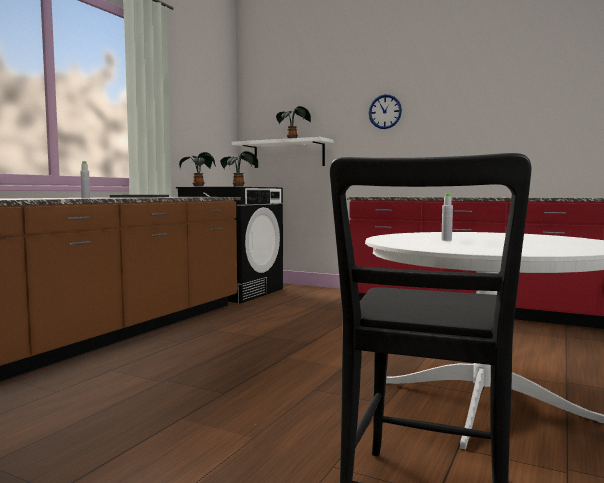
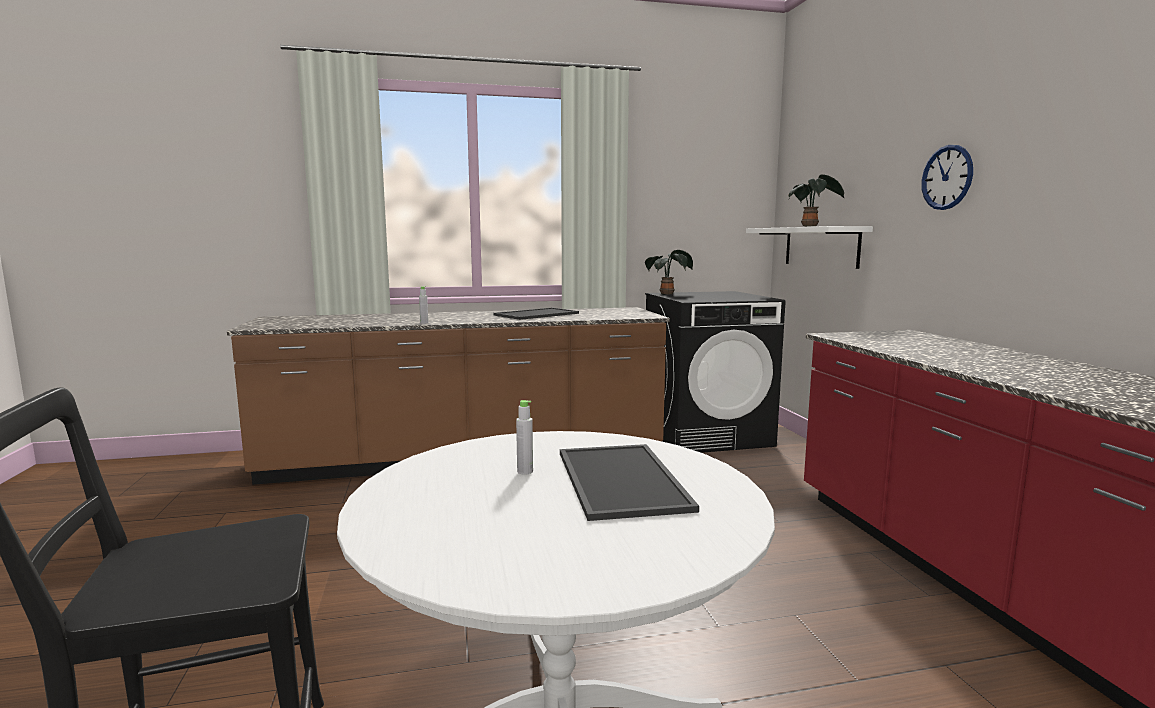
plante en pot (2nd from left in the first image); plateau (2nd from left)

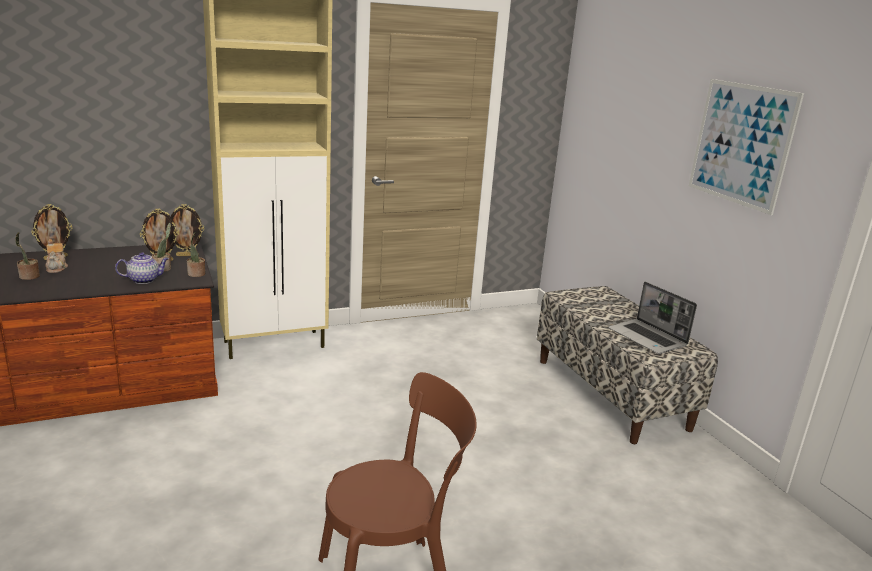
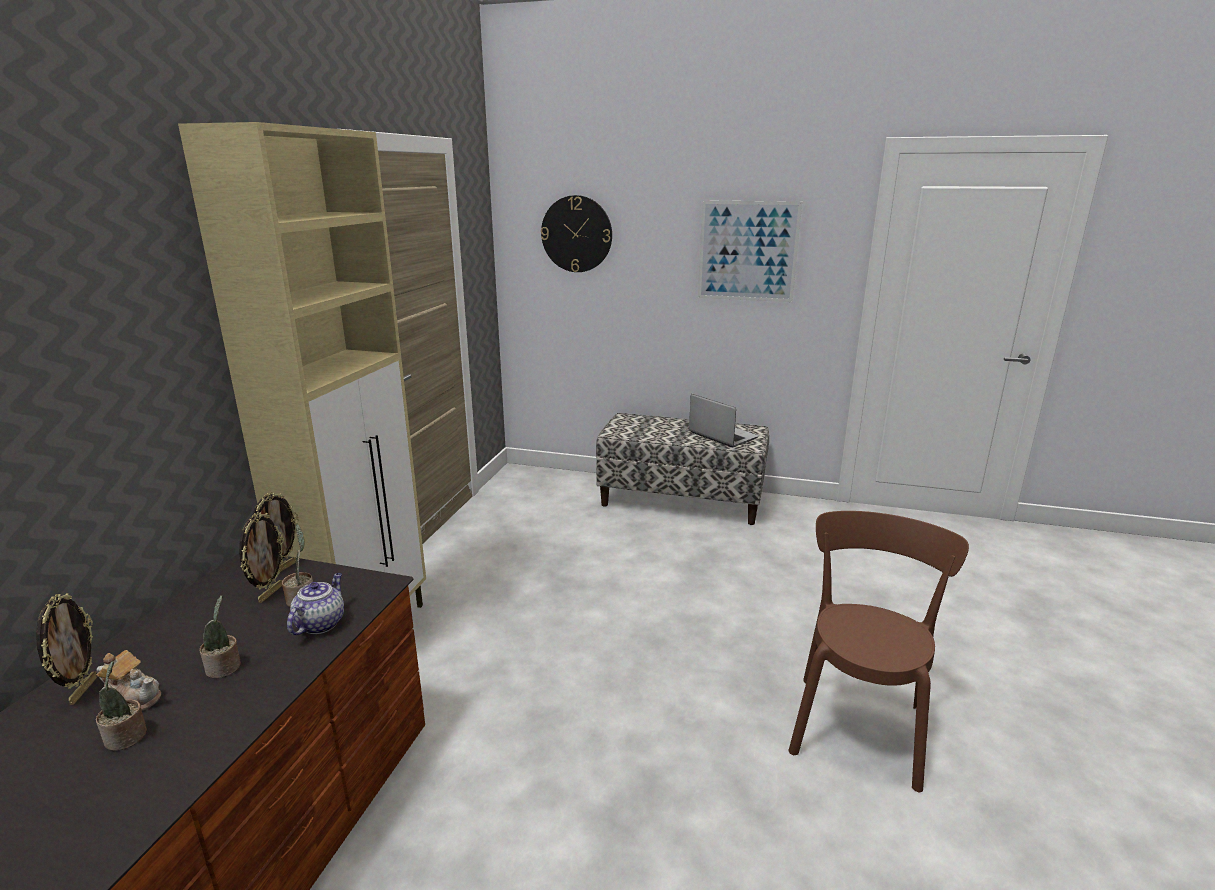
plante en pot (2nd from left); ordinateur portable; horloge murale

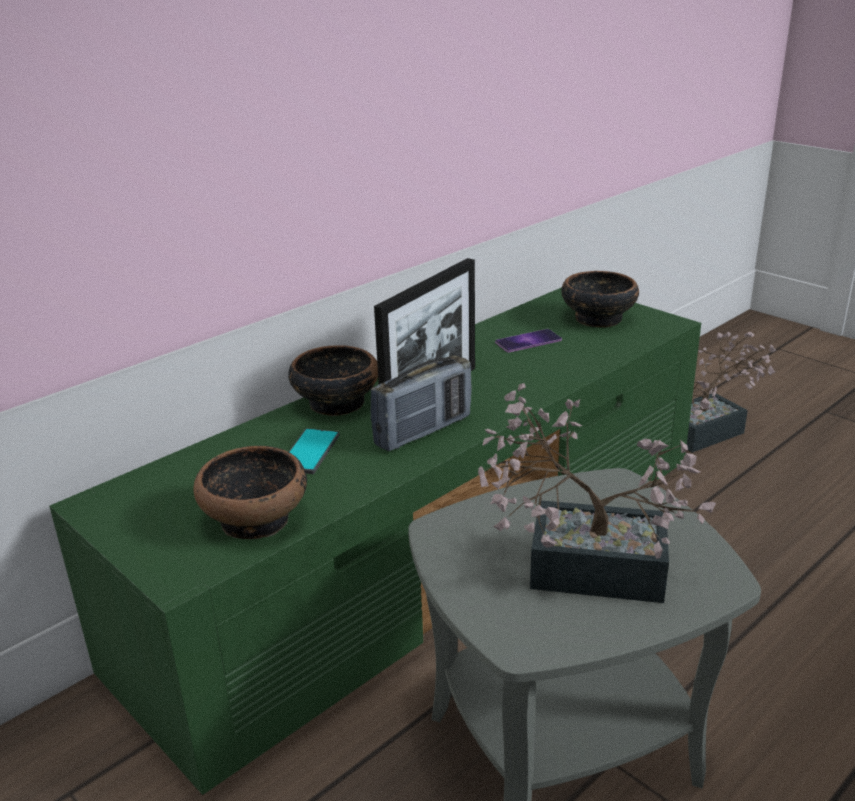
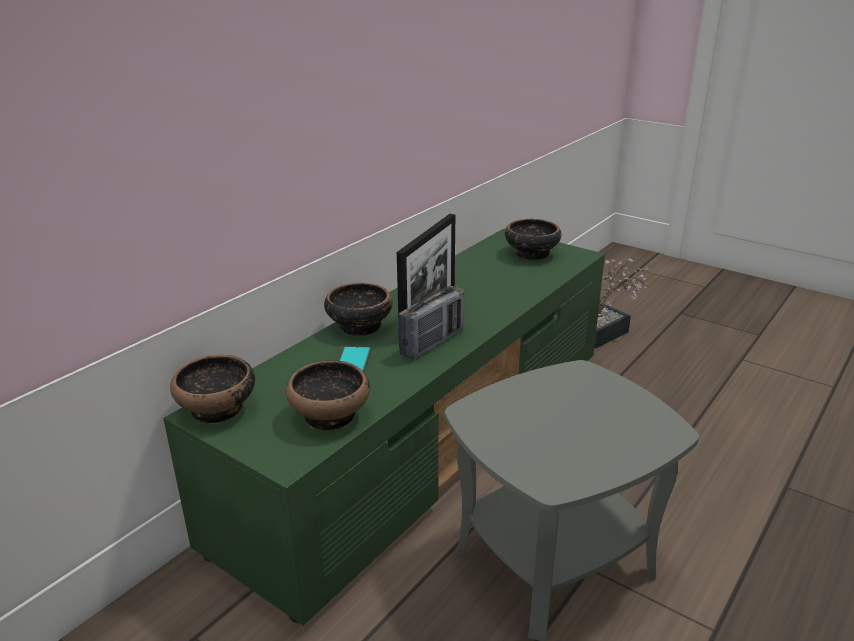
téléphone (2nd from left in the first image); plante en pot (1st from left in the first image); bol (1st from left)

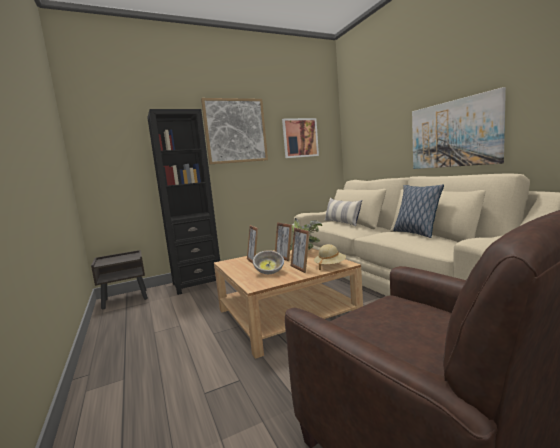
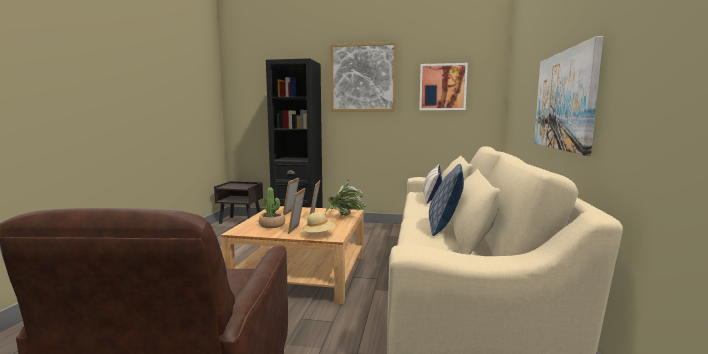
plante en pot (1st from left)

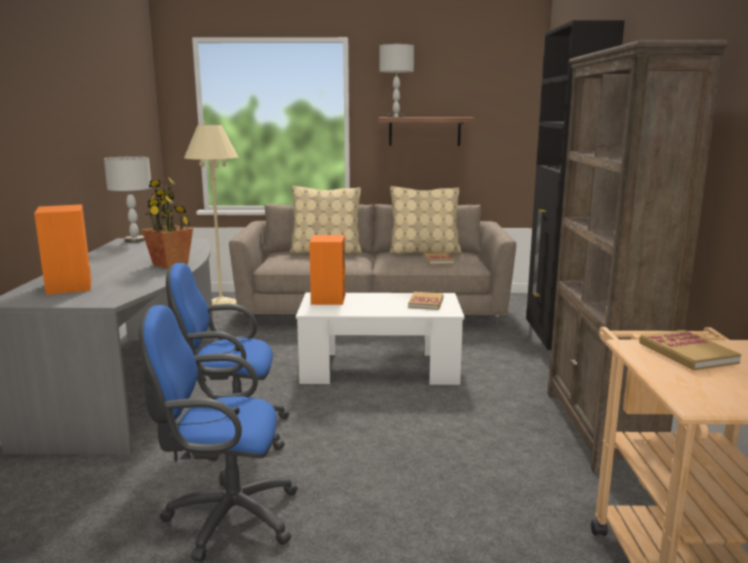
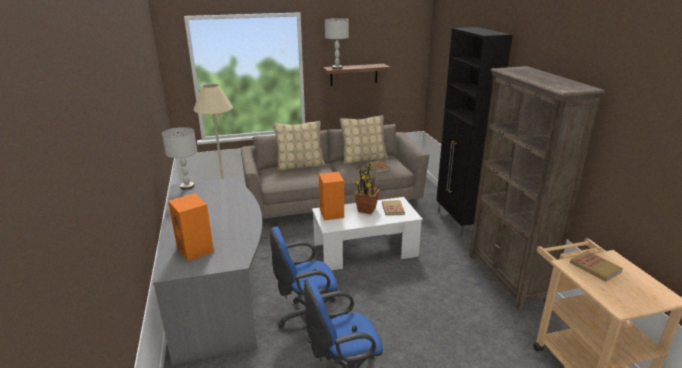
plante en pot

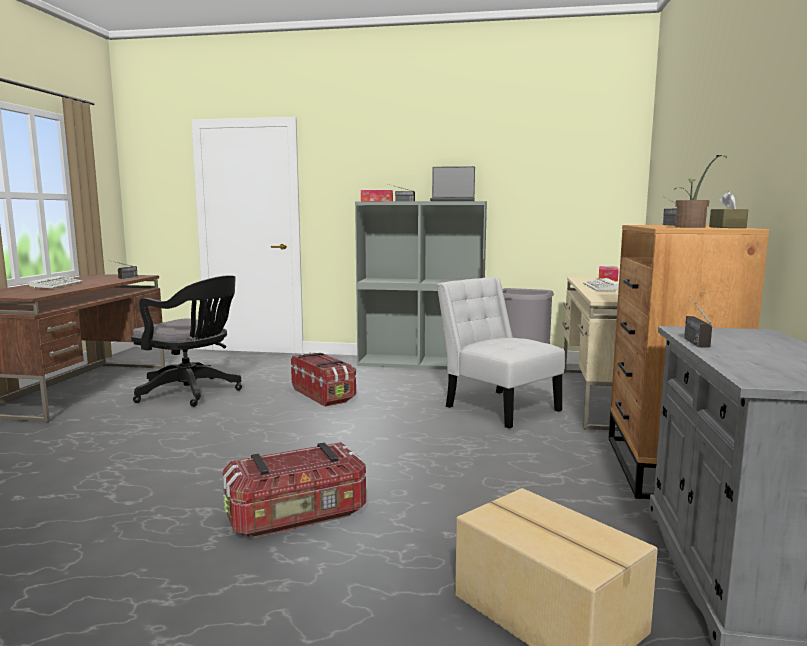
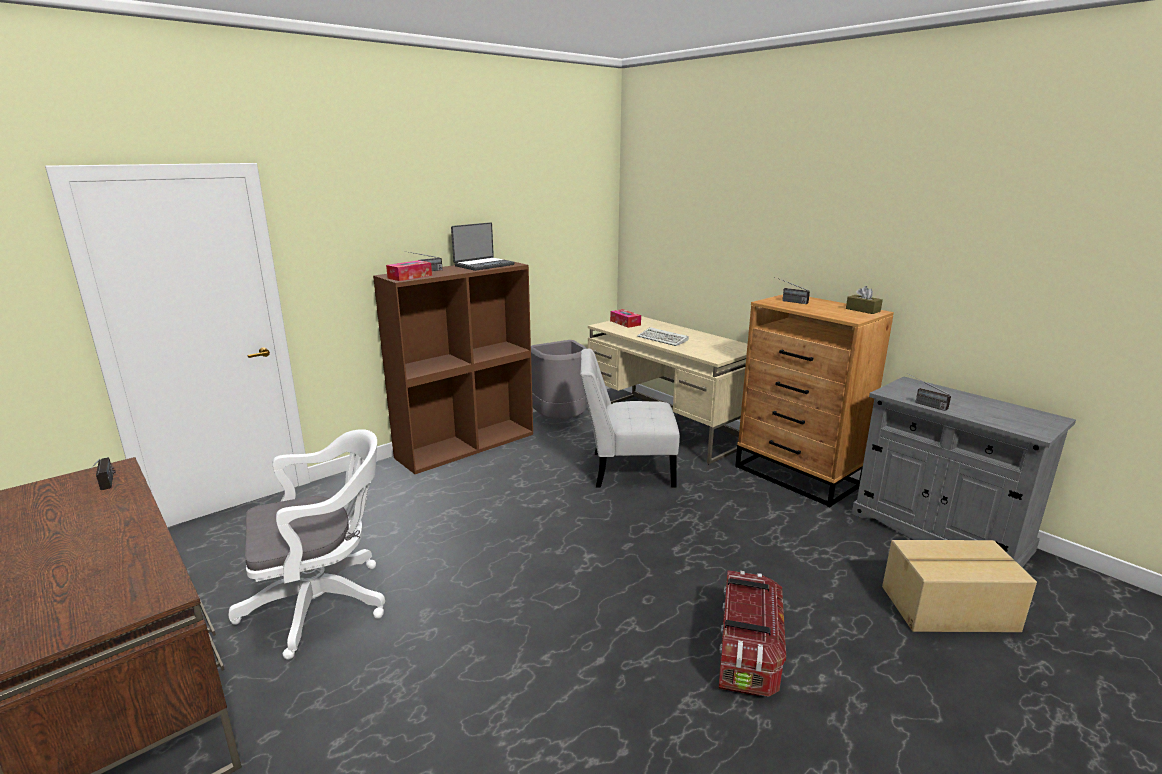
plante en pot; bibliothèque [marron]; chaise de bureau [blanc]; clavier (1st from left in the first image); boîte de rangement (2nd from left in the first image)

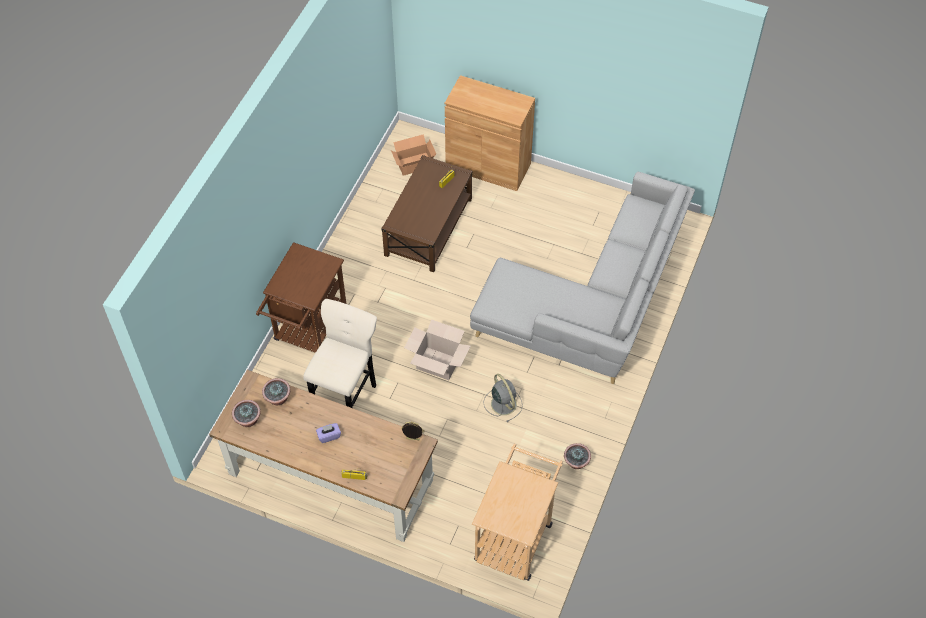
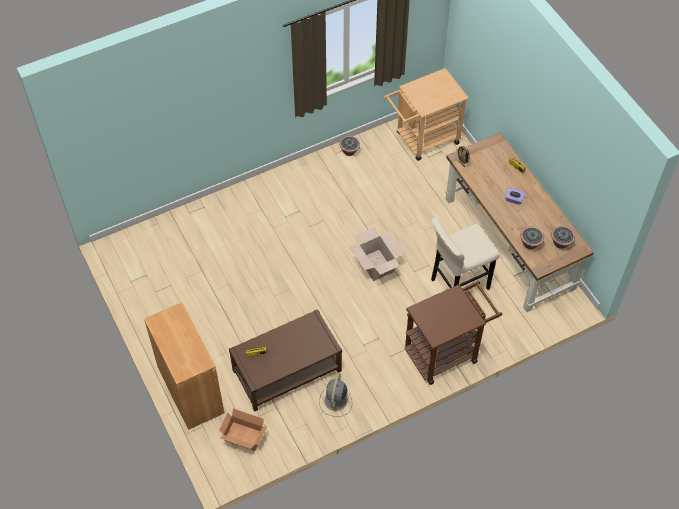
canapé [gris]; ventilateur [gris]

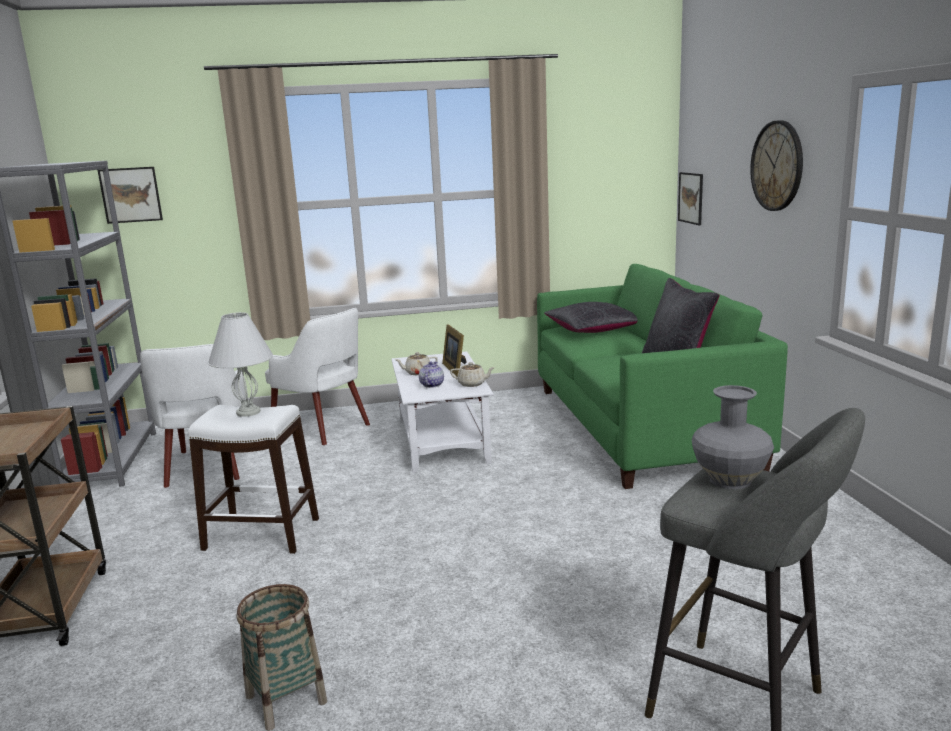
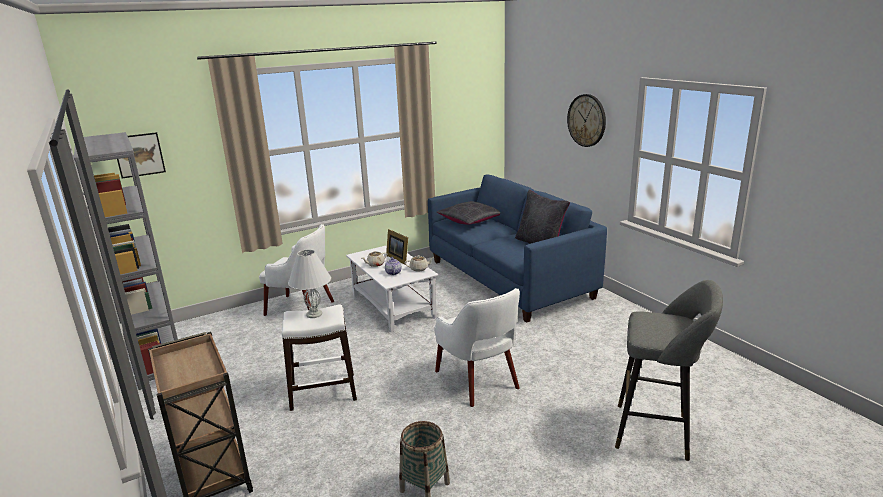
tableau (2nd from left in the first image); canapé [bleu]; fauteuil [blanc] (2nd from left); vase [gris]

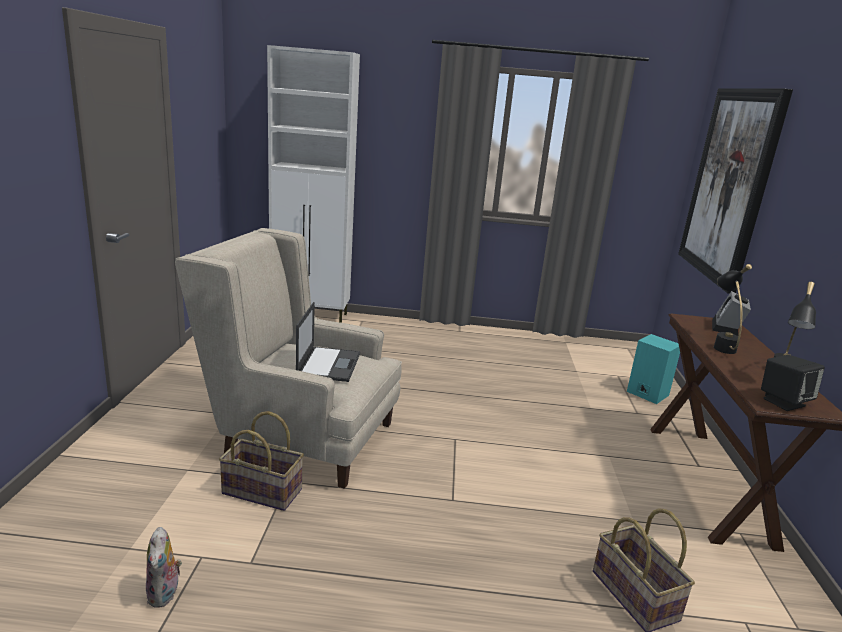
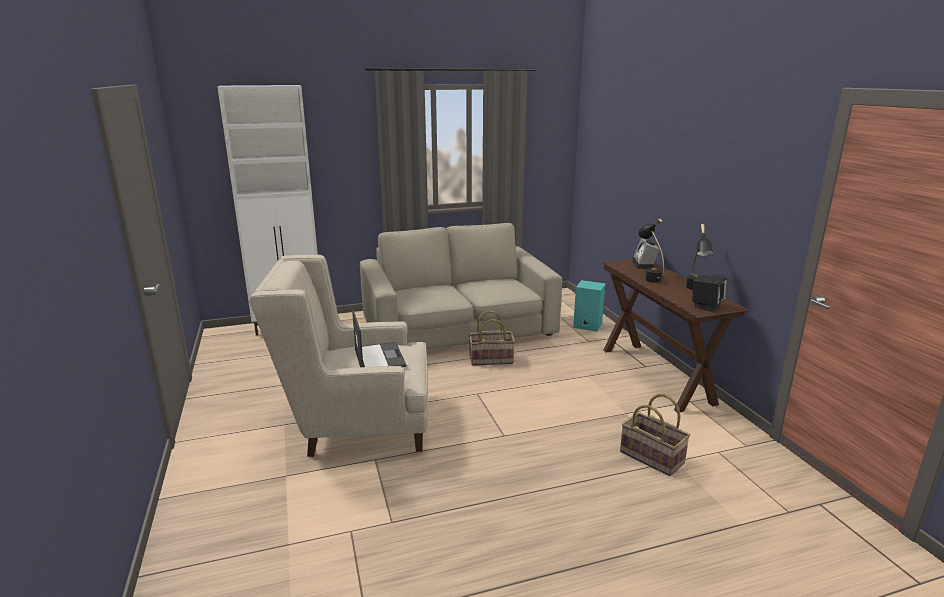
tableau; panier (1st from left); peluche; canapé [beige]

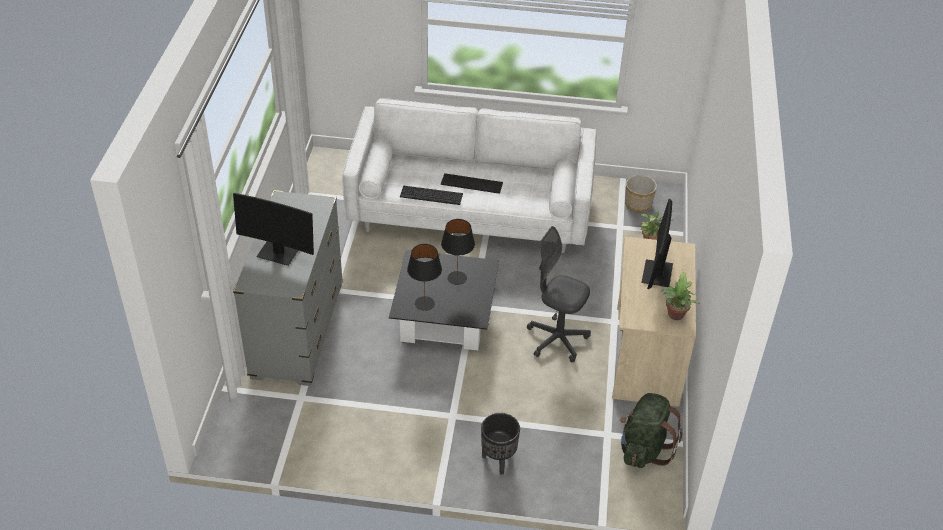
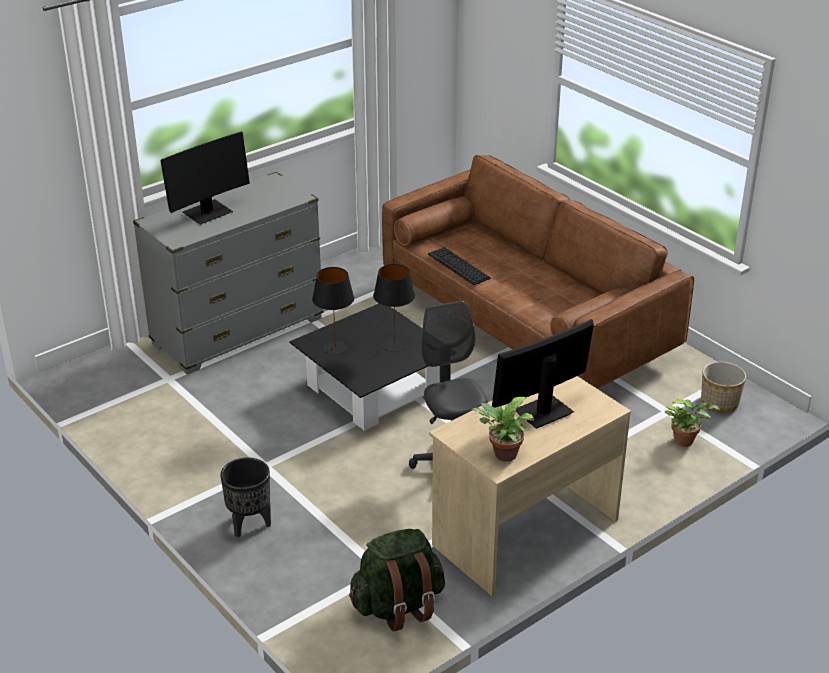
canapé [marron]; clavier (2nd from left in the first image); écran d'ordinateur (1st from left)

